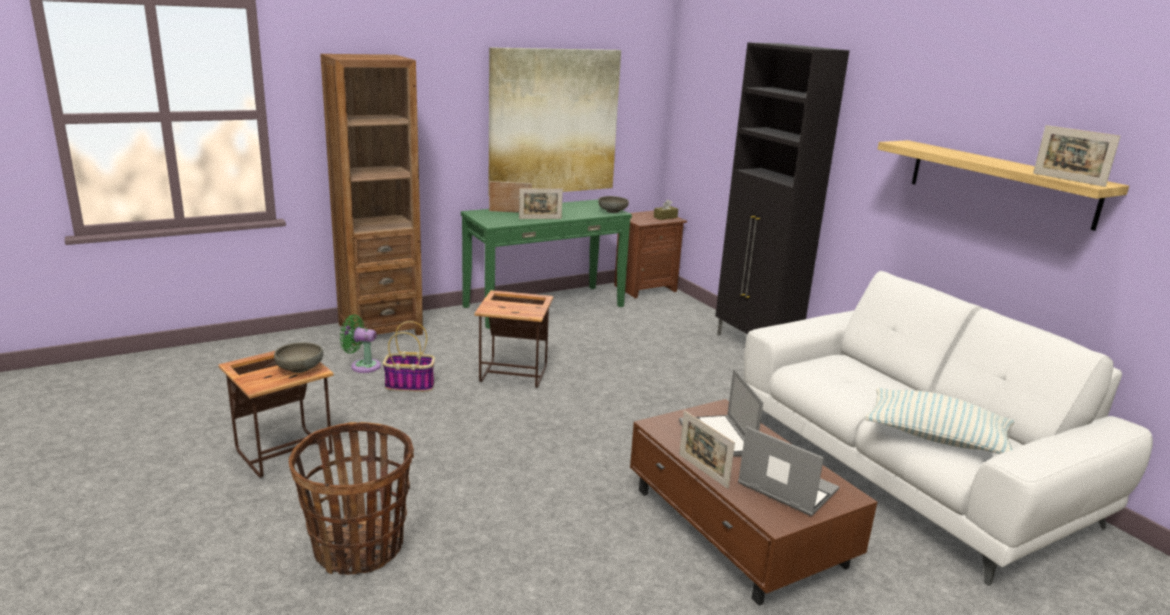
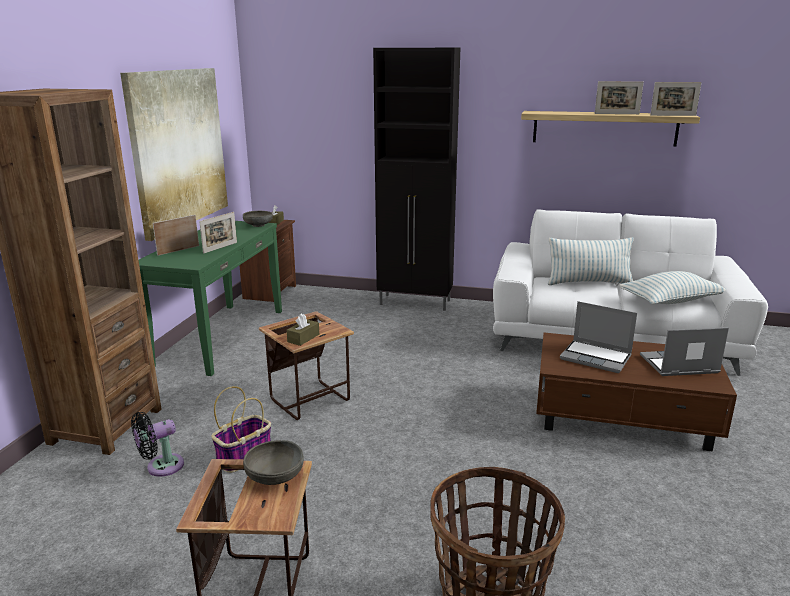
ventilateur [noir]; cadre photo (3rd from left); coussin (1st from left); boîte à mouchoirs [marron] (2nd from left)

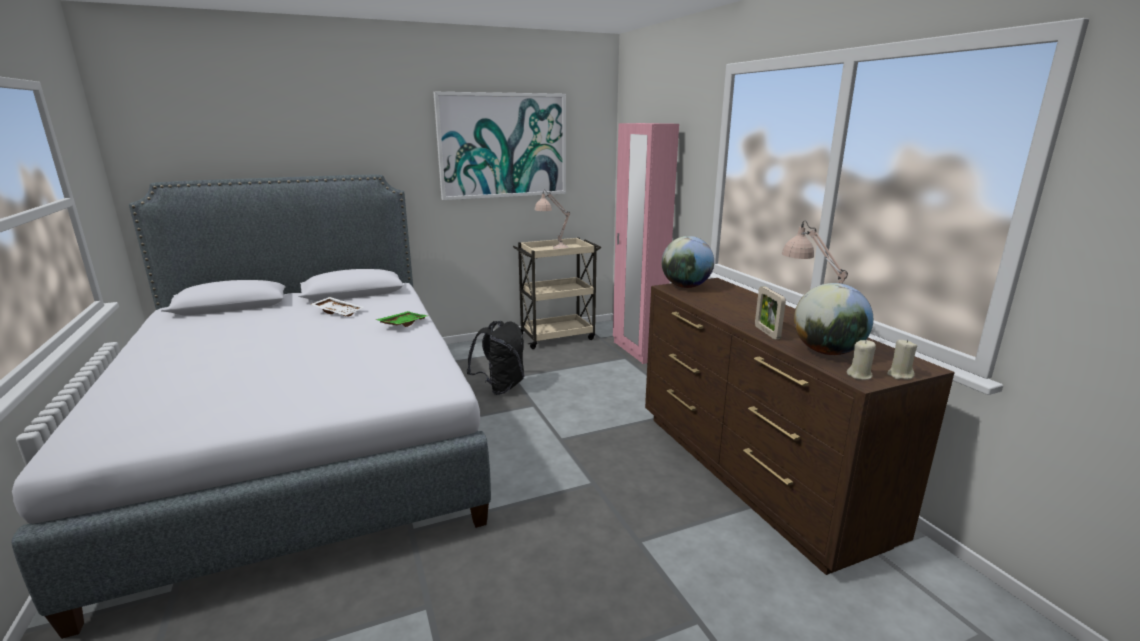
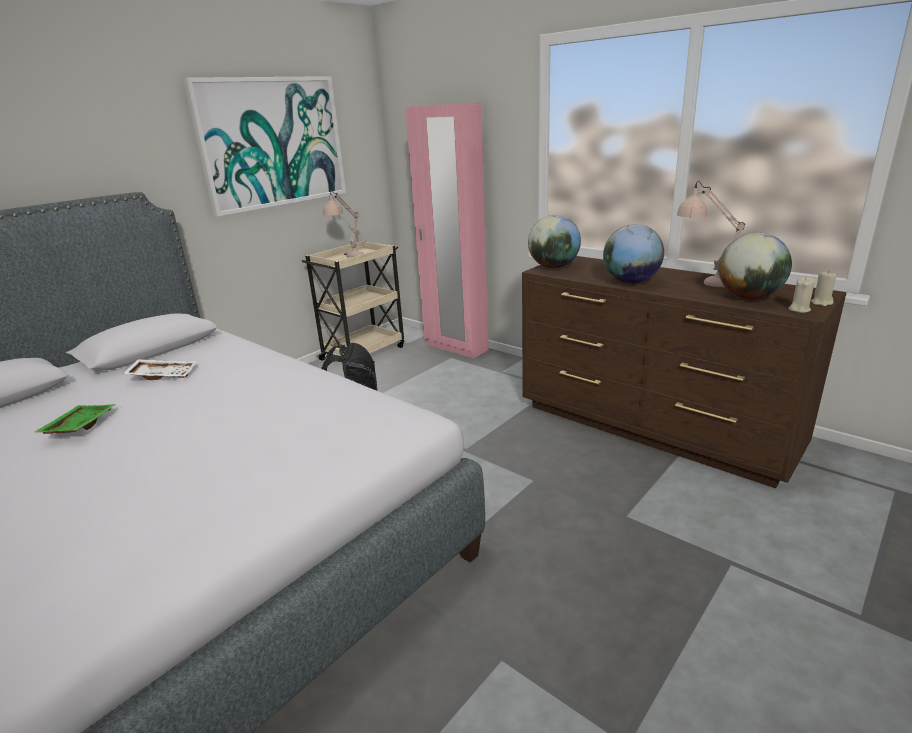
cadre photo; plateau [vert]; globe (2nd from left)

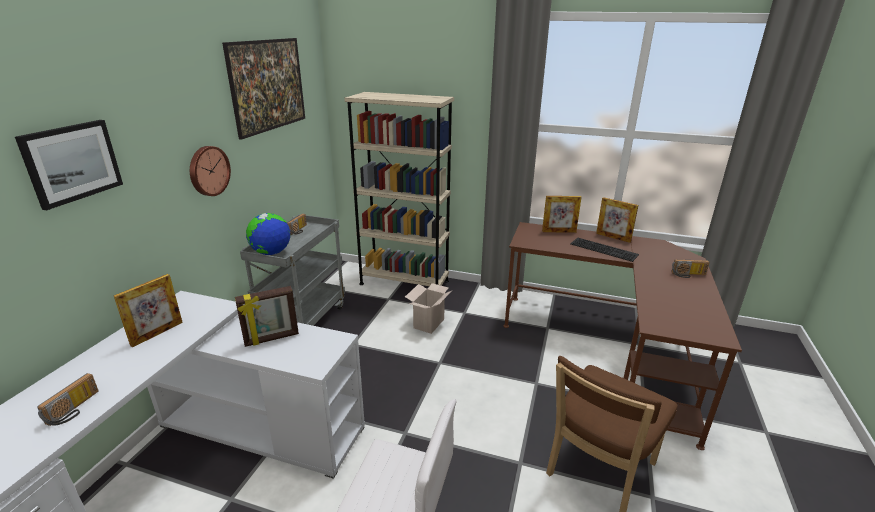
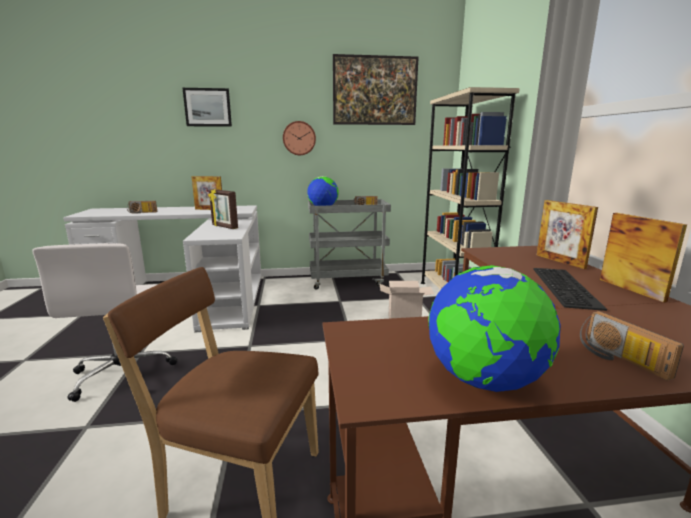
cadre photo (4th from left); globe (2nd from left)

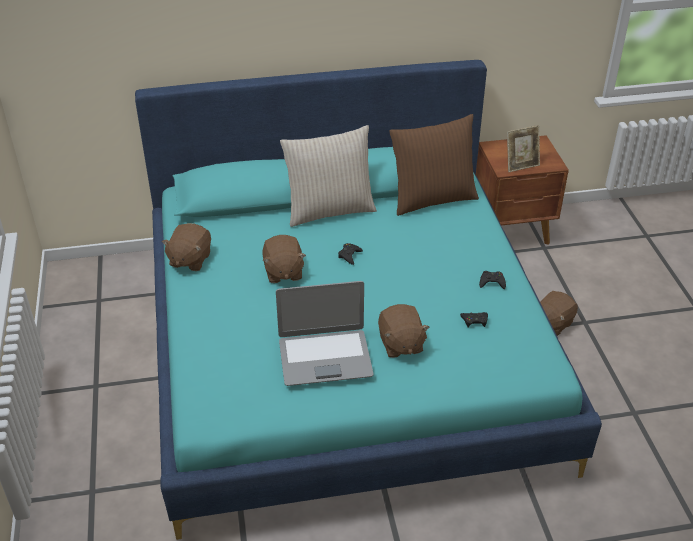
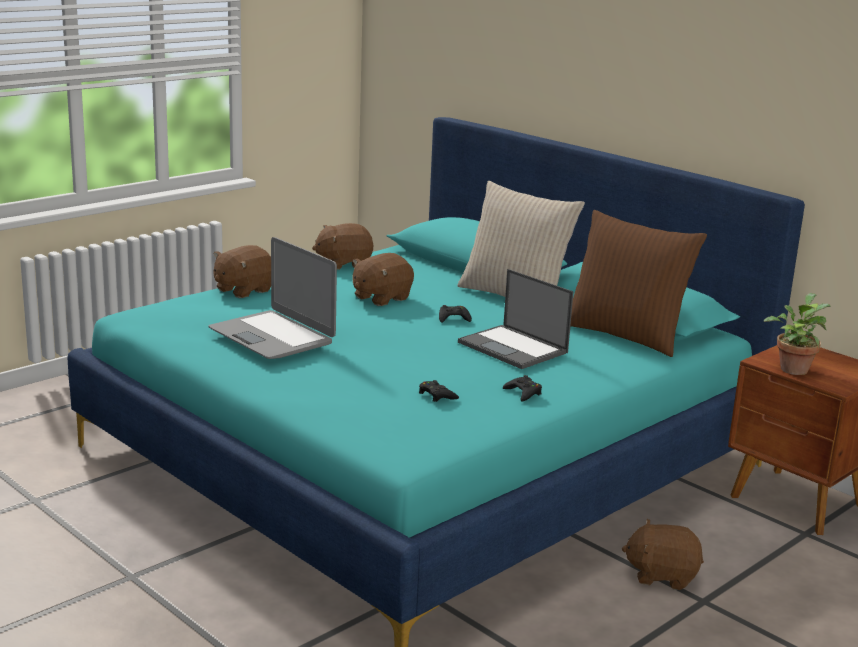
plante en pot; peluche [marron] (1st from left); ordinateur portable (2nd from left)

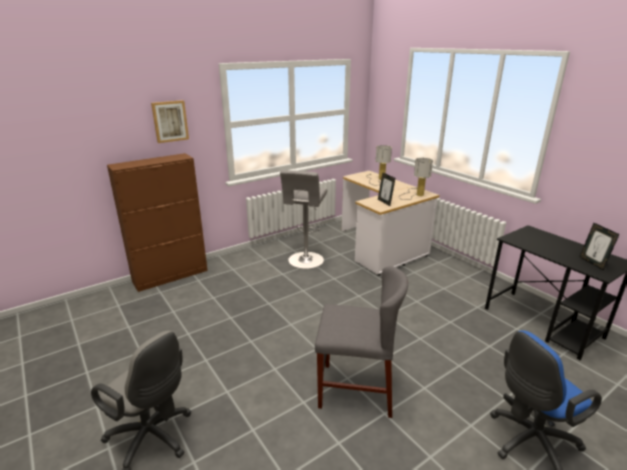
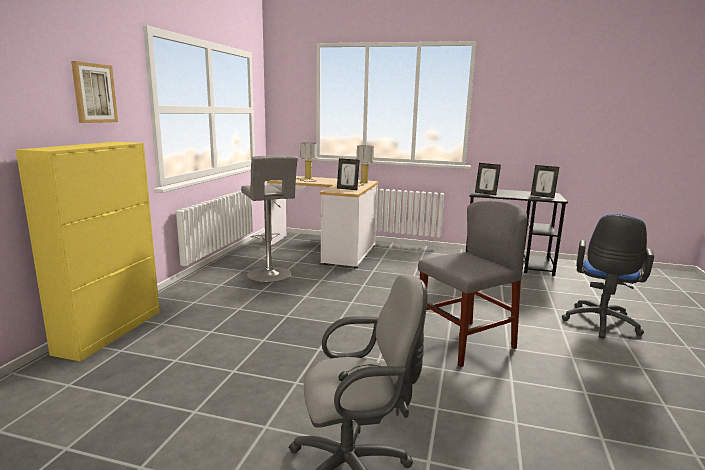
meuble de rangement [jaune]; cadre photo (2nd from left)

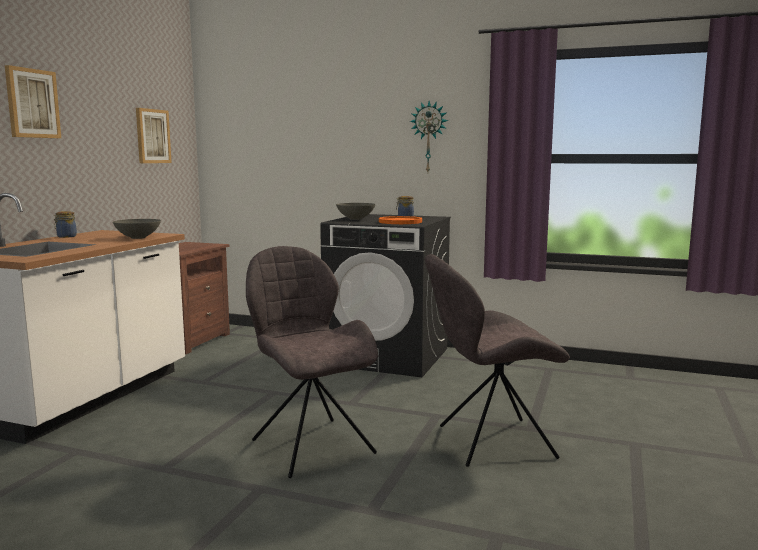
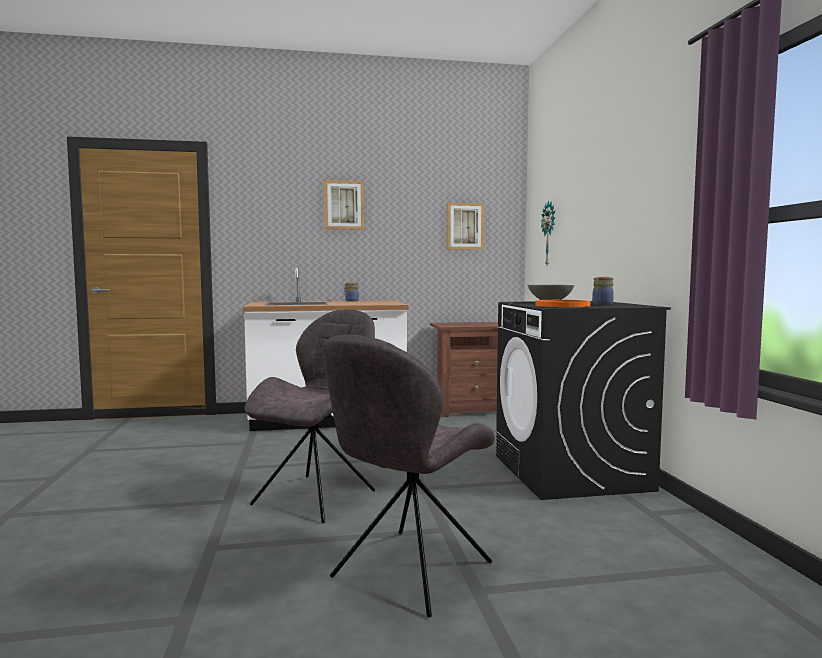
horloge murale; bol [gris] (1st from left in the first image); chaise [gris] (2nd from left)

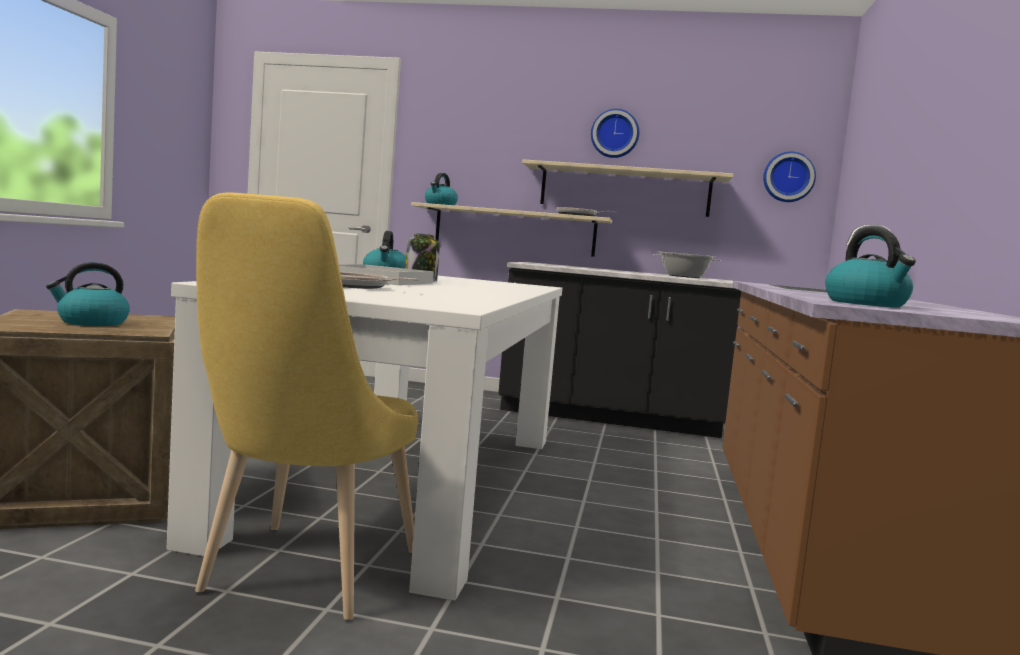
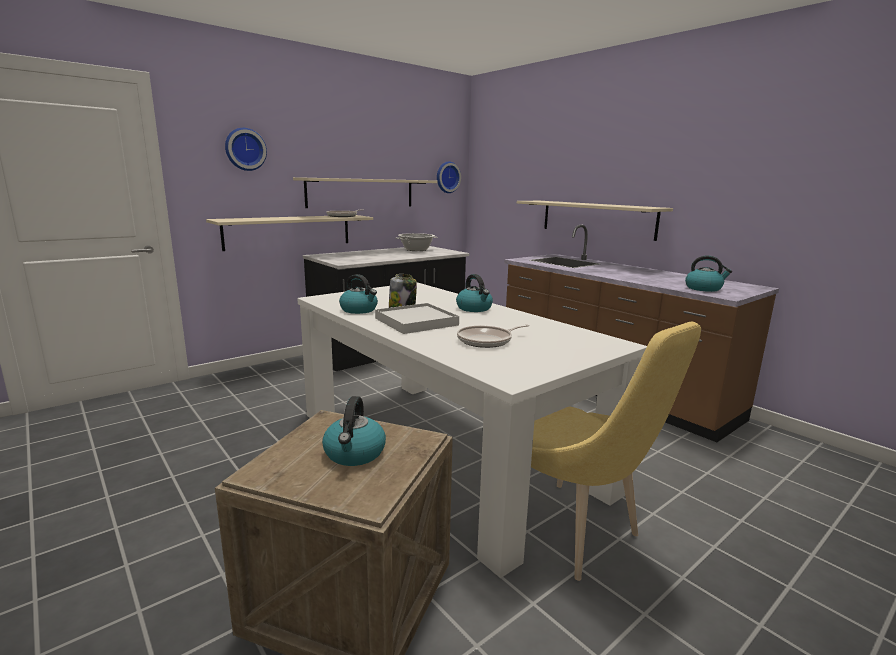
horloge murale (1st from left); bouilloire (3rd from left); étagère [beige] (3rd from left)

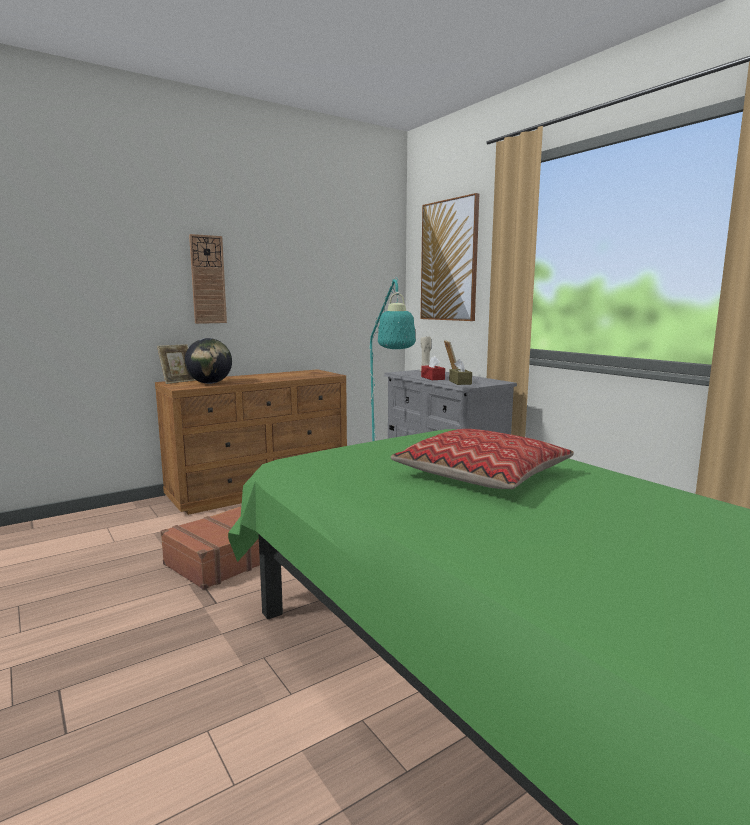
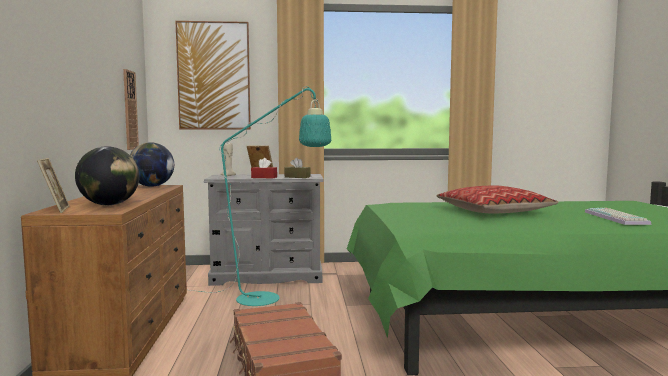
horloge murale; globe (2nd from left); clavier

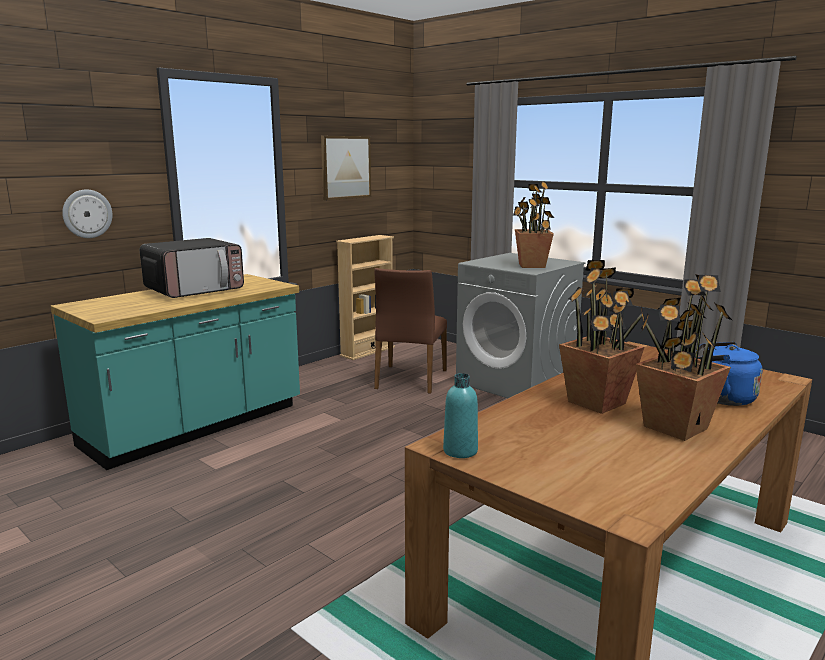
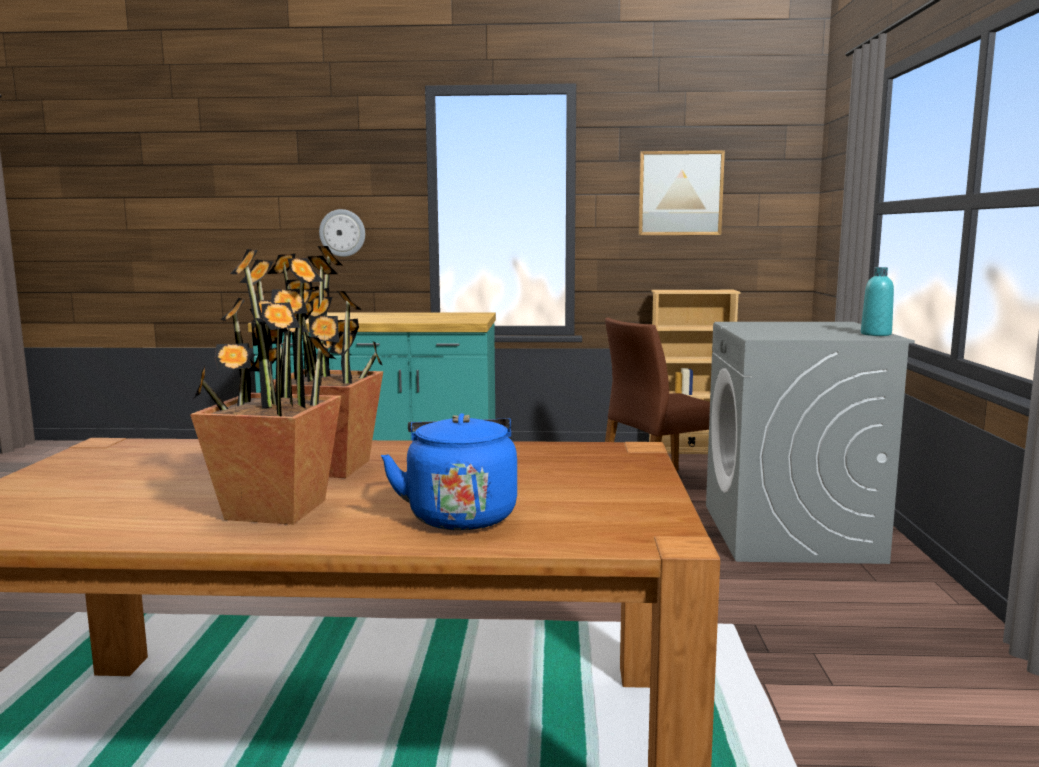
plante en pot (1st from left in the first image); micro-ondes; bouteille [turquoise]

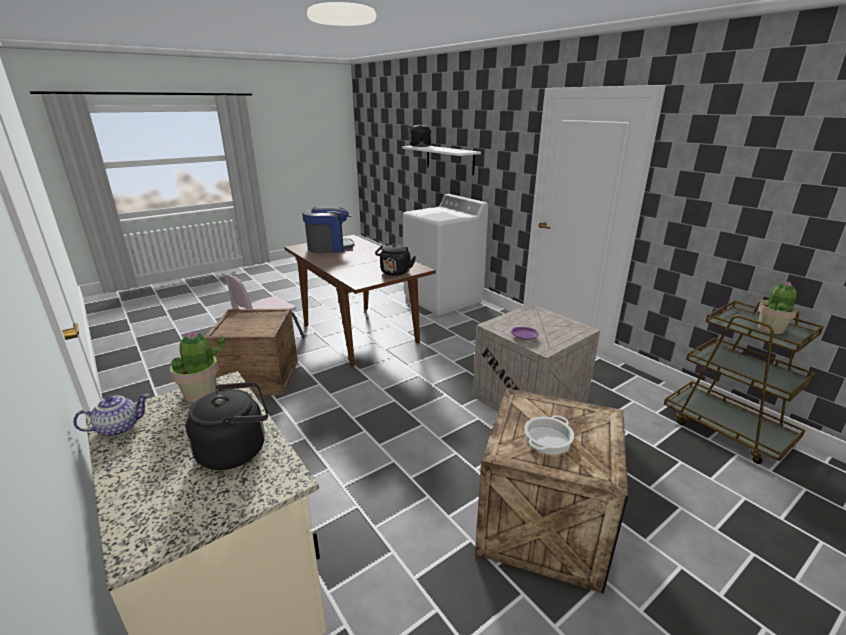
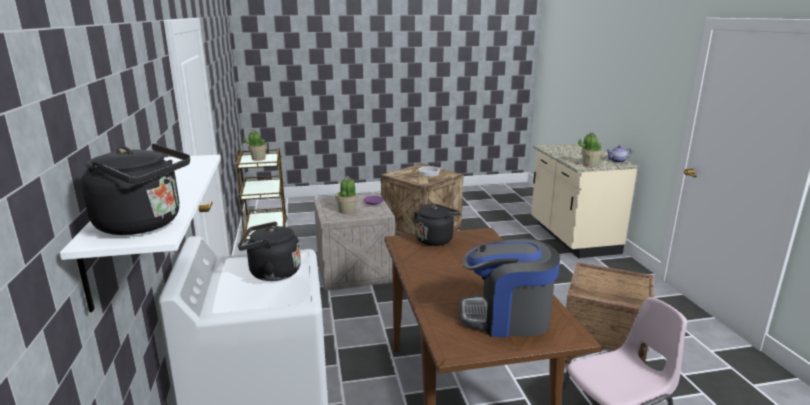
bouilloire [noir] (2nd from left); plante en pot (2nd from left)

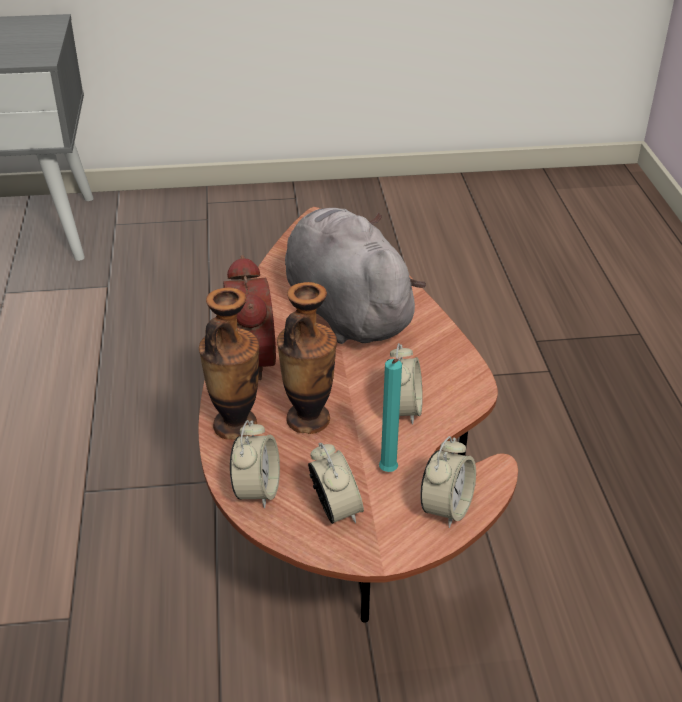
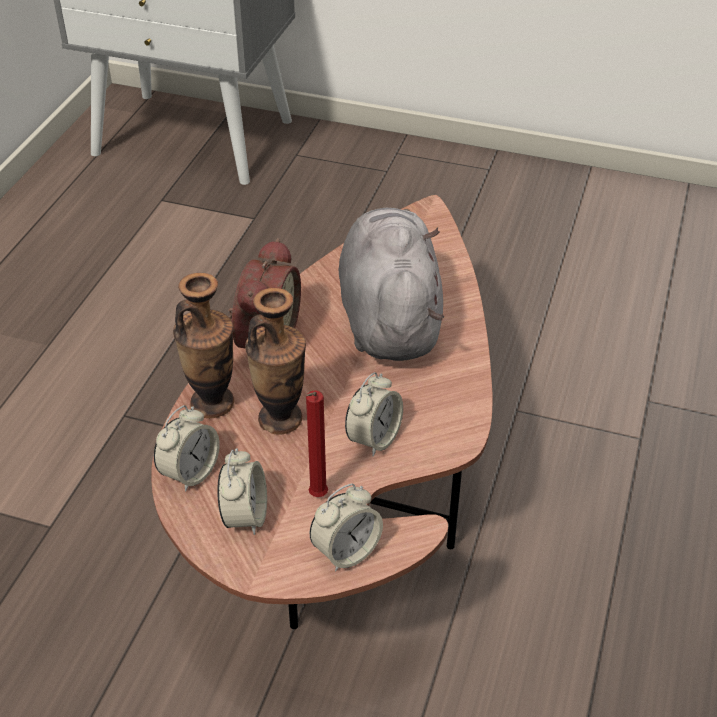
bougie [rouge]

